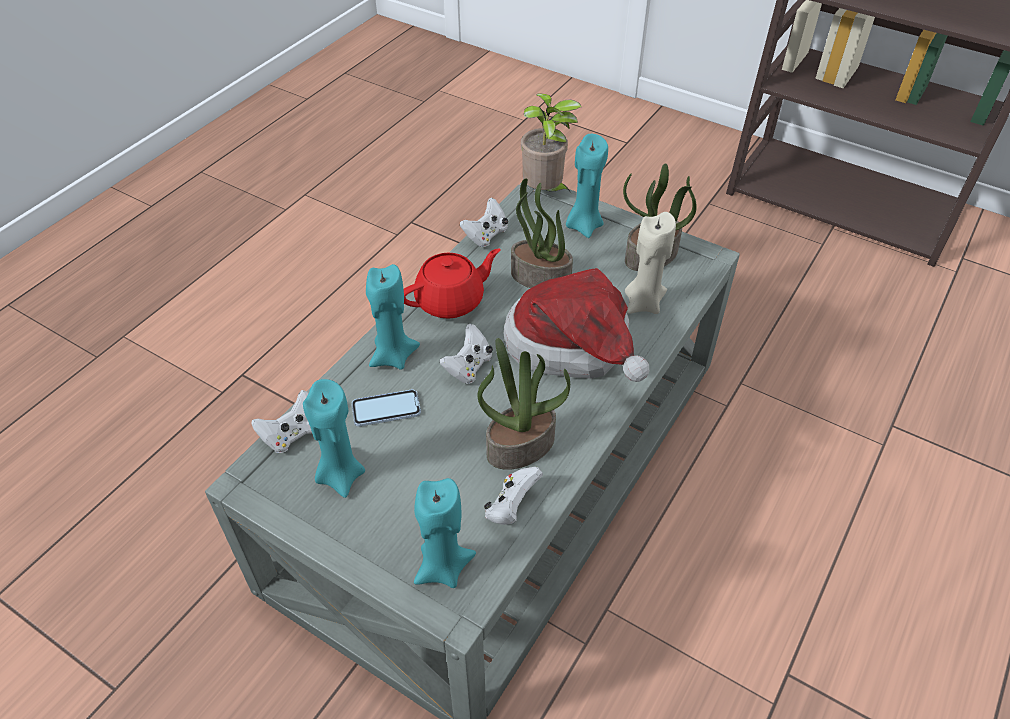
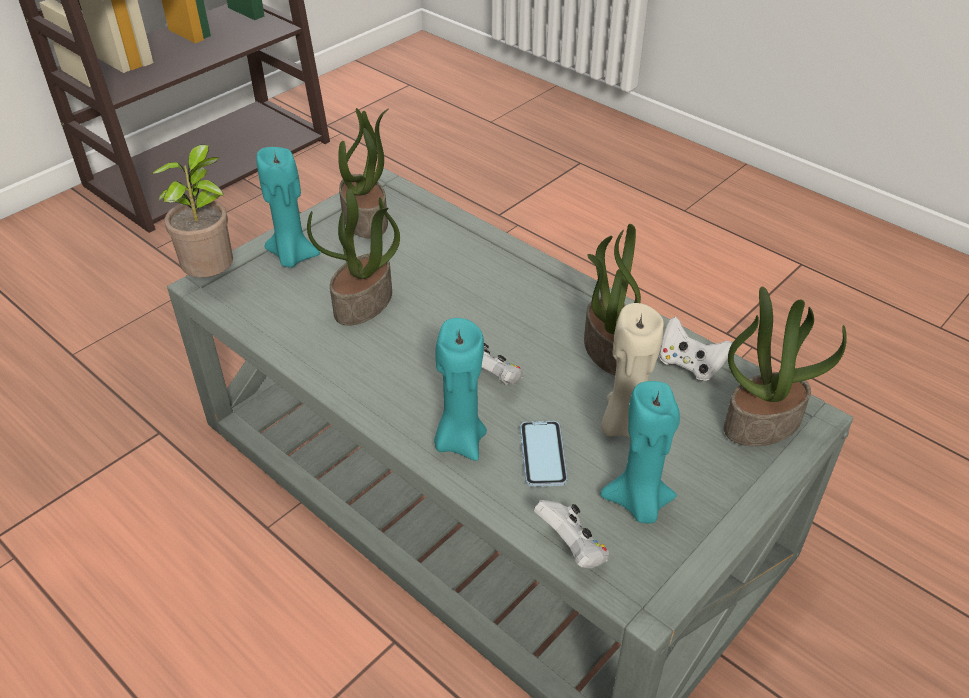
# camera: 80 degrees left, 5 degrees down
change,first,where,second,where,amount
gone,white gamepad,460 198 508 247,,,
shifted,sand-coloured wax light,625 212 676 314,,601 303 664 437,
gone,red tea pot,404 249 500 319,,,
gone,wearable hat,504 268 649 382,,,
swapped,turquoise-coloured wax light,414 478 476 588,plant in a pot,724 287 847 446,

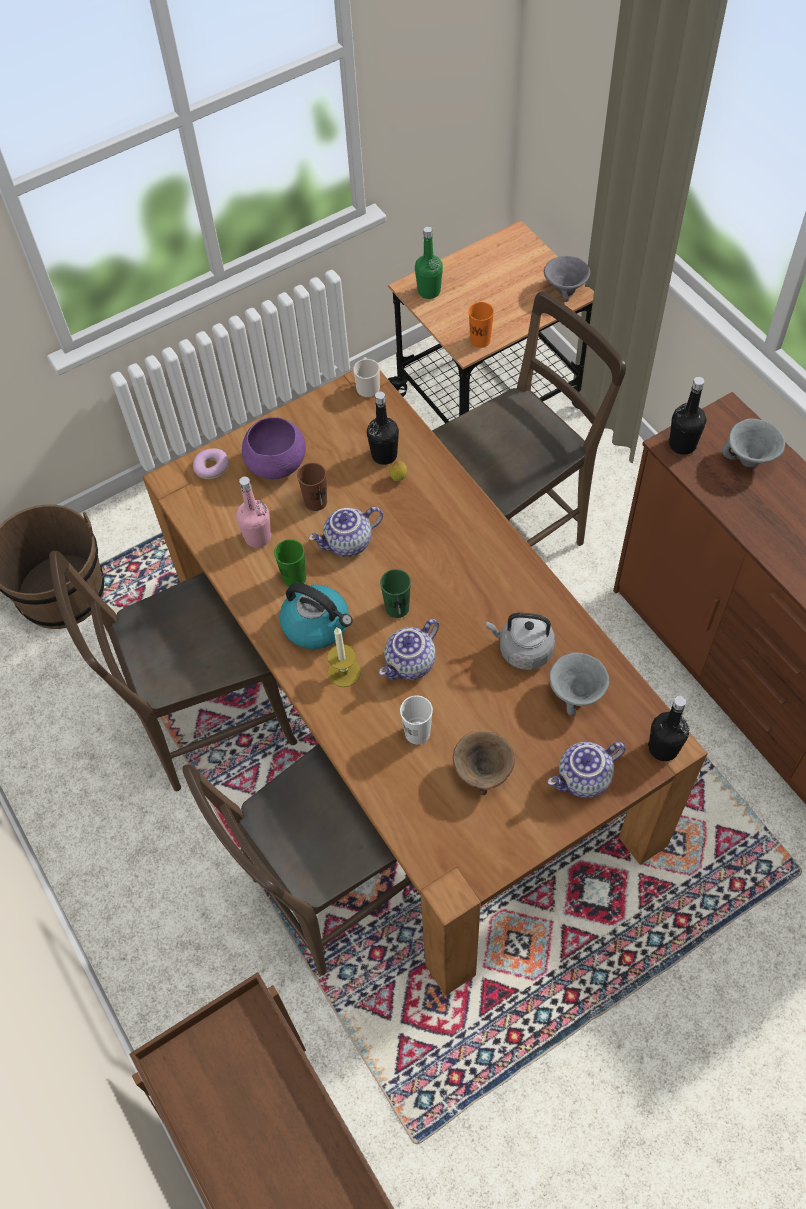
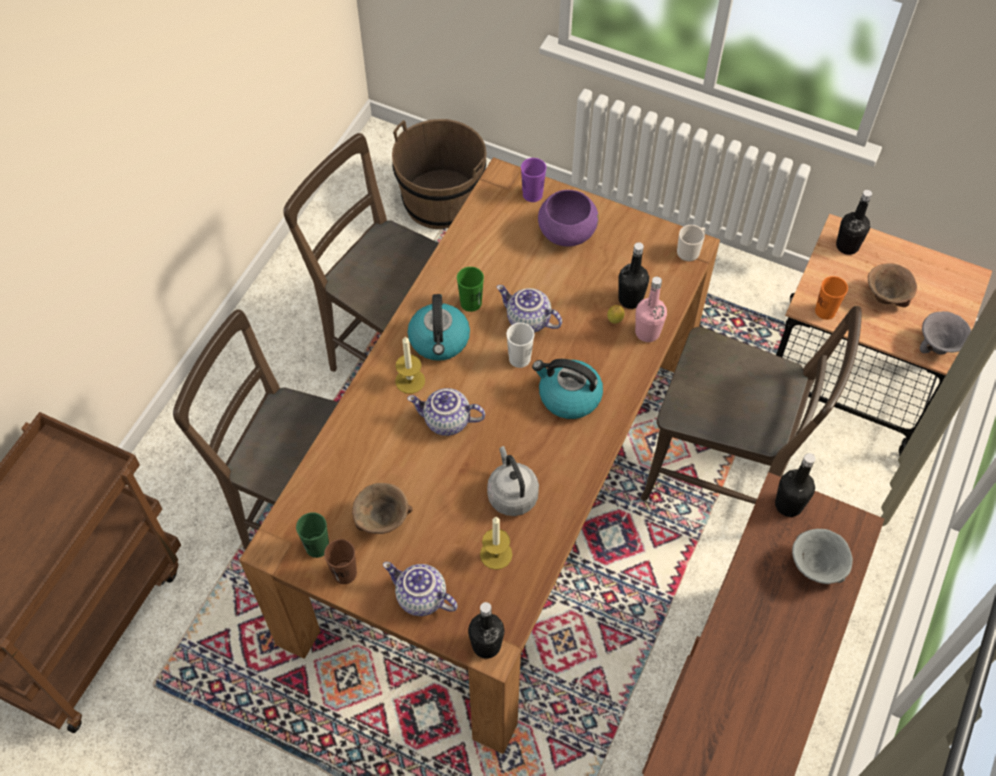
# camera: 55 degrees right, 0 degrees up
change,first,where,second,where,amount
repainted,greenish drink bottle,415 227 443 299,blackish drink bottle,836 190 872 255,
swapped,doughnut,193 448 229 479,purple small cup,521 158 546 202,
shifted,brown-coloured small cup,297 463 327 511,,324 539 357 584,
shifted,pinkish drink bottle,236 477 271 548,,635 277 667 342,
shifted,greenish small cup,380 569 411 618,,296 512 329 558,
swapped,grey serving bowl,549 652 609 716,wax light,480 517 512 570,
shifted,white small cup,400 695 433 744,,506 323 534 368,
new,,,brown-coloured serving bowl,868 263 917 307,
new,,,kettle,532 359 603 419,

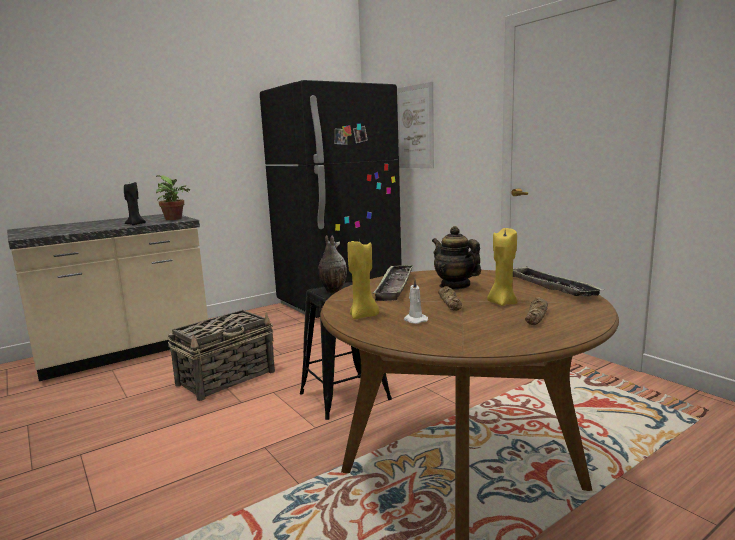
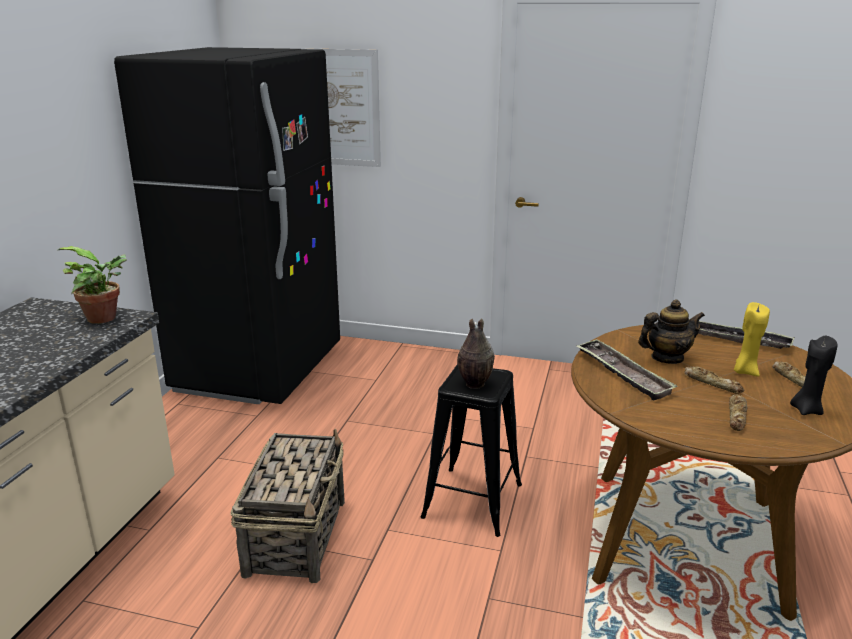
# camera: 40 degrees left, 10 degrees up
change,first,where,second,where,amount
shifted,blackish wax light,124 182 146 225,,790 336 837 415,
rotated,tea pot,432 226 481 290,,638 299 705 364,150 degrees clockwise
gone,yellow wax light,347 238 379 319,,,
swapped,white wax light,404 278 428 324,bread,729 394 747 431,

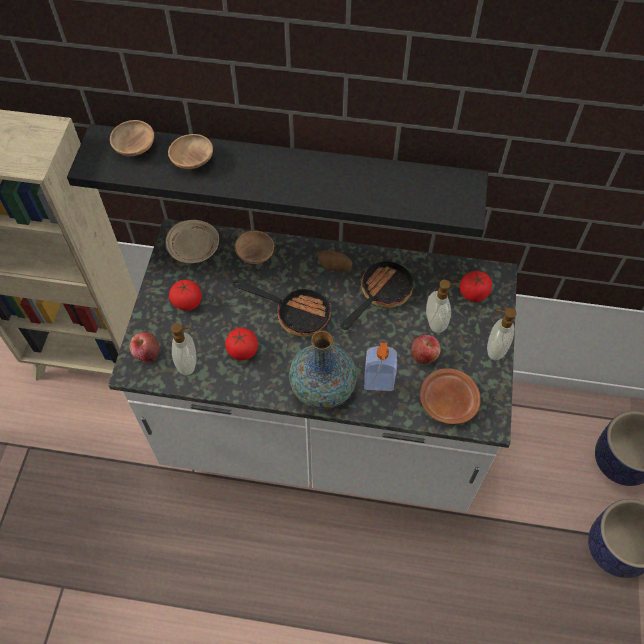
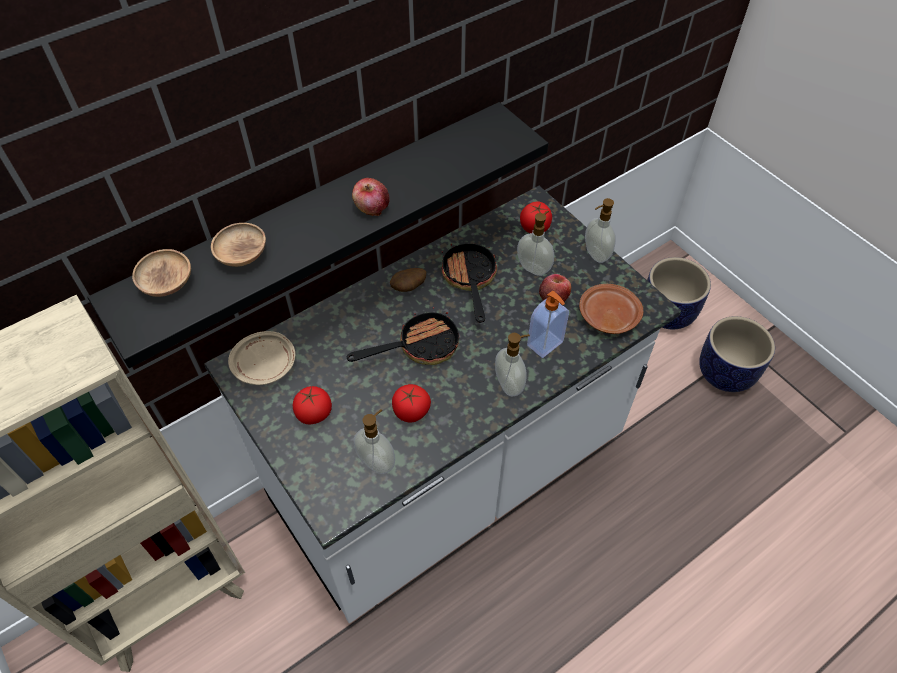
# camera: 45 degrees left, 5 degrees down
change,first,where,second,where,amount
gone,brown-coloured serving bowl,234 231 274 264,,,
swapped,flower vase,289 331 357 409,soap bottle,495 333 530 396,
shifted,apple fruit,130 332 160 363,,352 178 390 216,

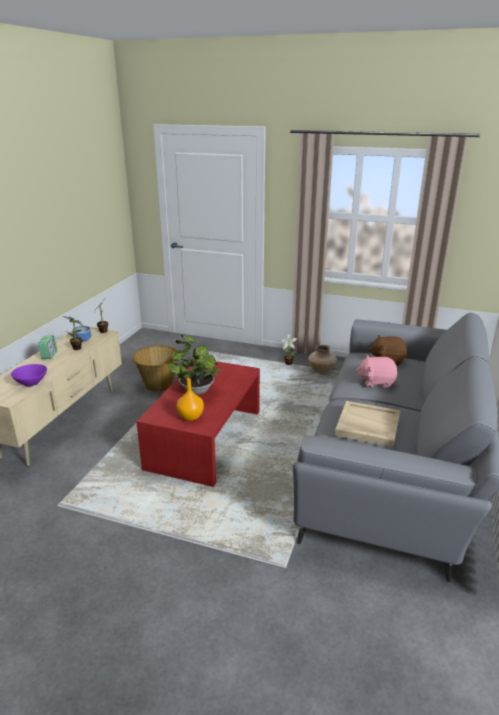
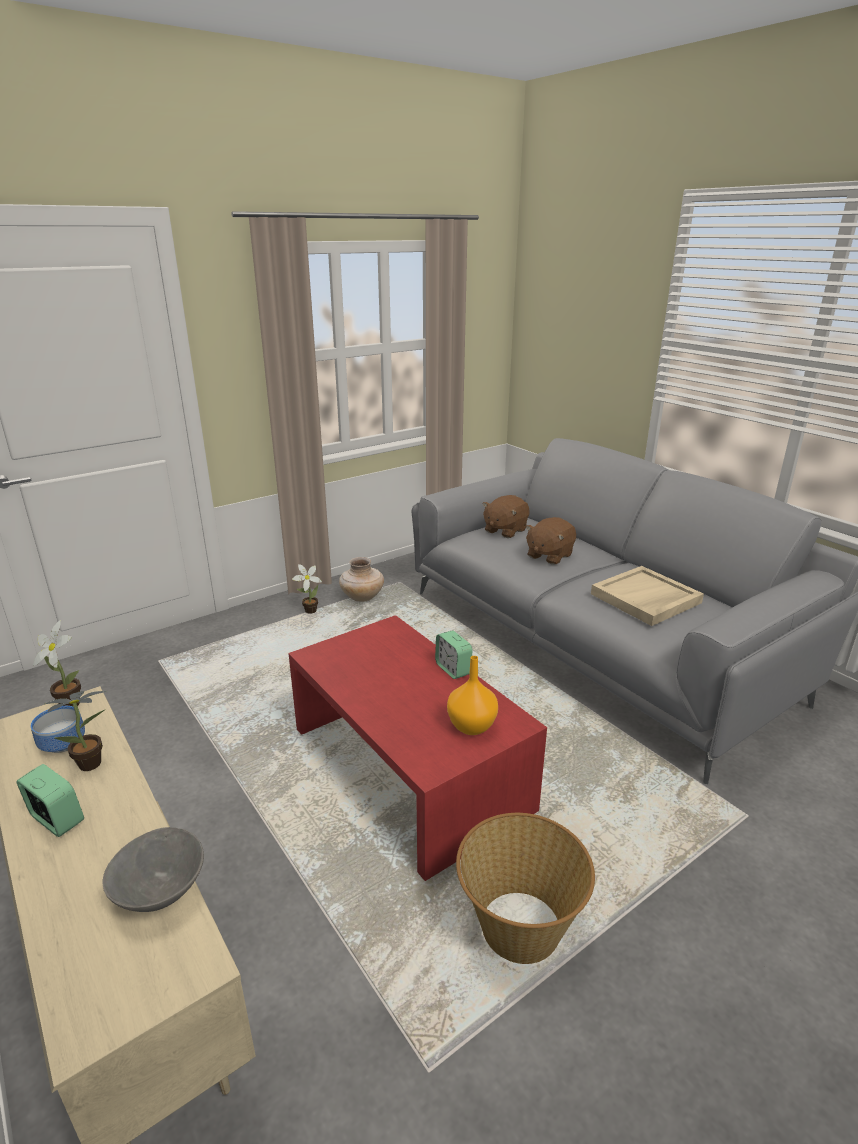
# camera: 55 degrees left, 0 degrees up
change,first,where,second,where,amount
gone,plant in a pot,168 335 222 395,,,
shifted,storage basket,132 345 178 392,,456 813 595 964,
repainted,pinkish soft toy,356 355 398 388,brown-coloured soft toy,526 517 576 565,
repainted,purple serving bowl,11 364 47 386,grey serving bowl,103 827 204 912,
new,,,bedside clock,435 630 473 679,

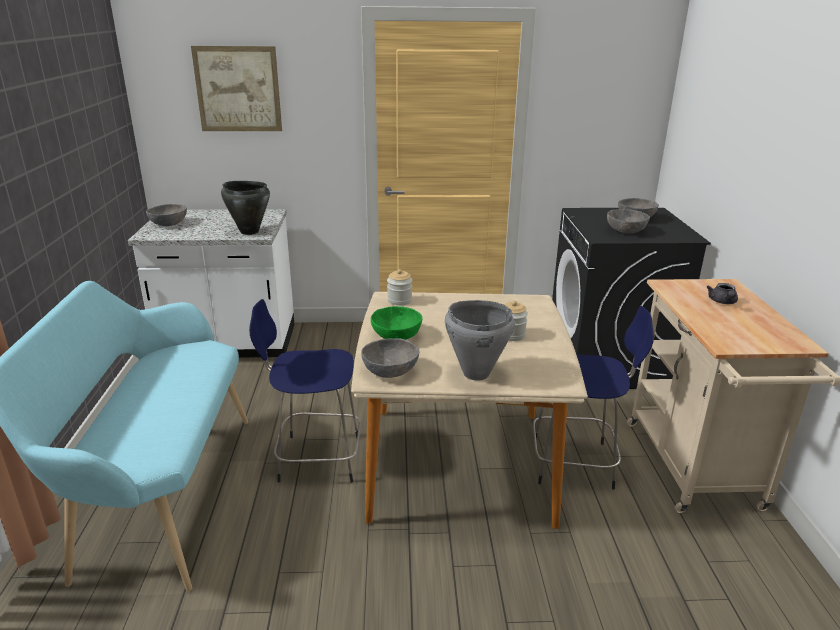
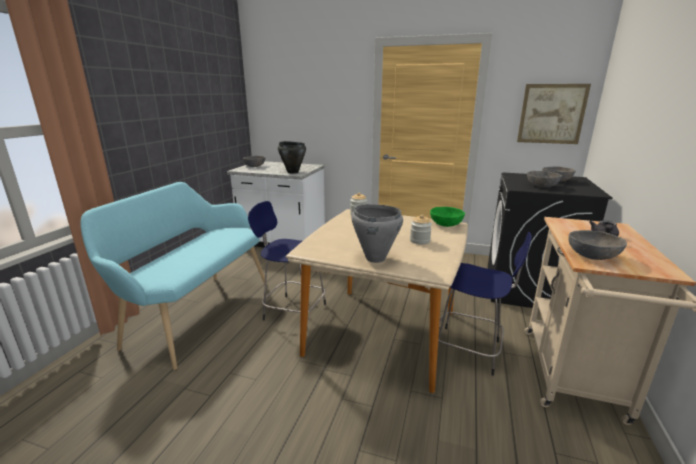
# camera: 20 degrees right, 5 degrees down
change,first,where,second,where,amount
shifted,wall art,191 46 282 131,,517 84 591 144,
shifted,greenish serving bowl,371 306 423 340,,430 207 465 227,
shifted,grey serving bowl,361 338 419 378,,569 230 627 260,

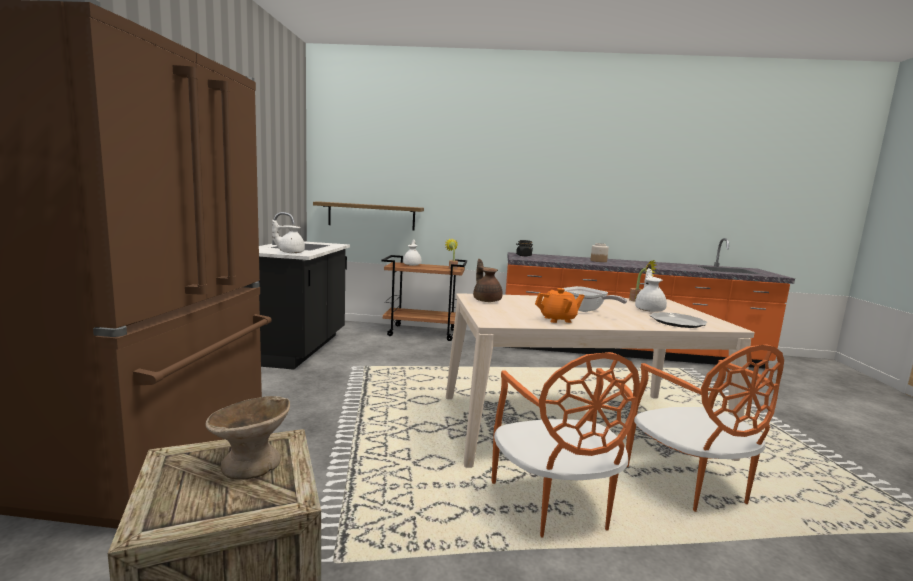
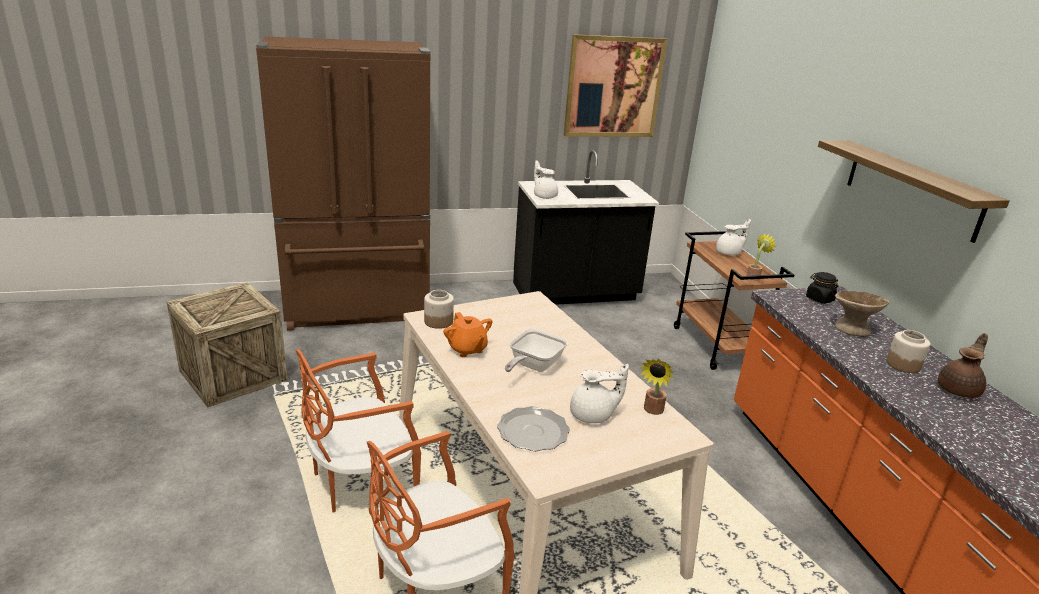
# camera: 70 degrees right, 15 degrees up
change,first,where,second,where,amount
shifted,bracket shelf,313 202 424 231,,818 140 1010 243,
shifted,brown-coloured tea pot,473 259 503 302,,938 333 988 398,
shifted,sand-coloured serving bowl,205 396 290 480,,835 290 890 337,
new,,,wall art,564 34 667 137,
new,,,storage jar,424 290 454 329,

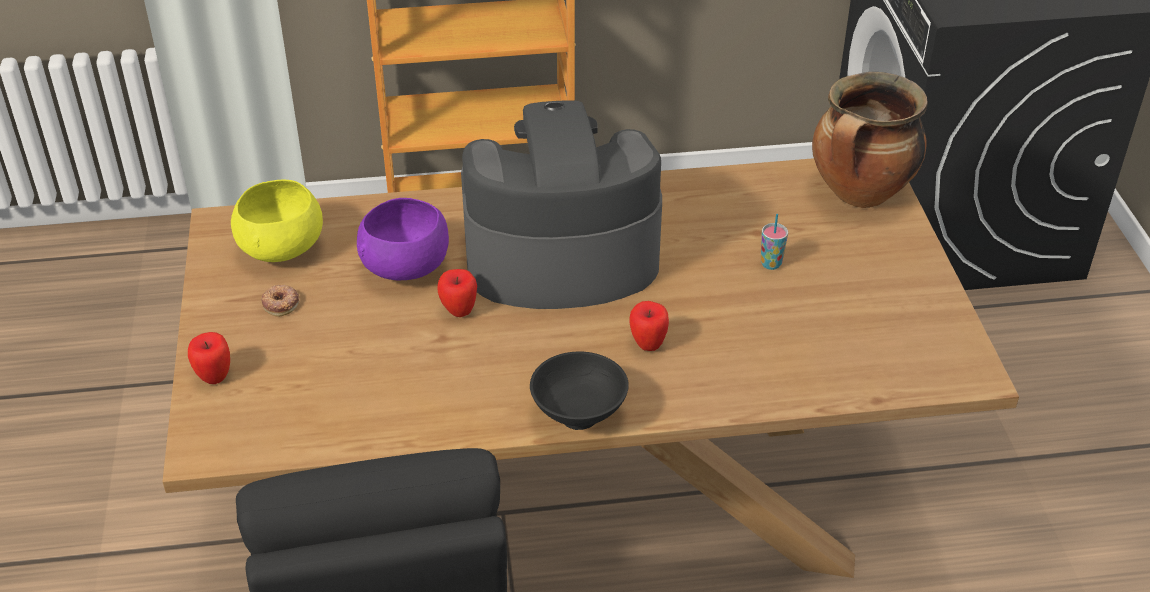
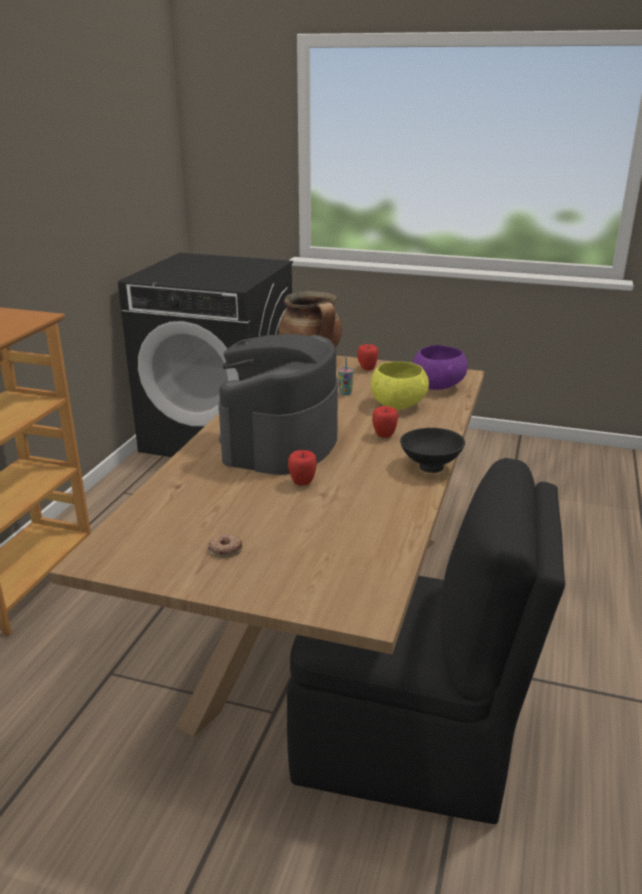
# camera: 65 degrees left, 15 degrees down
change,first,where,second,where,amount
shifted,yellow serving bowl,231 180 323 262,,371 362 429 410,
shifted,purple serving bowl,357 198 449 280,,413 345 468 390,
shifted,apple fruit,188 332 230 384,,357 344 378 370,

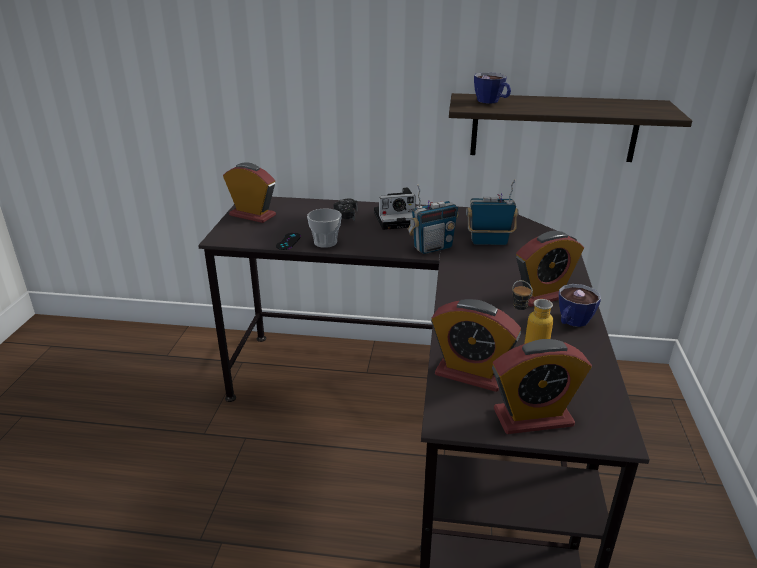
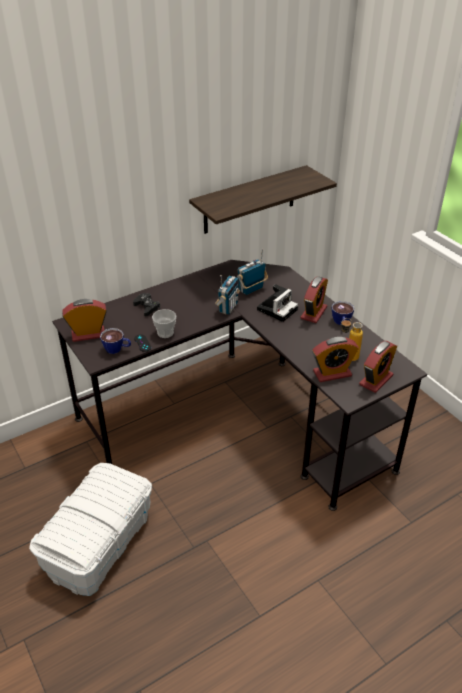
# camera: 40 degrees left, 10 degrees up
change,first,where,second,where,amount
shifted,small cup,474 72 511 104,,100 328 131 354,
shifted,photo camera,374 187 416 230,,257 284 298 322,
new,,,white storage container,29 463 152 596,

